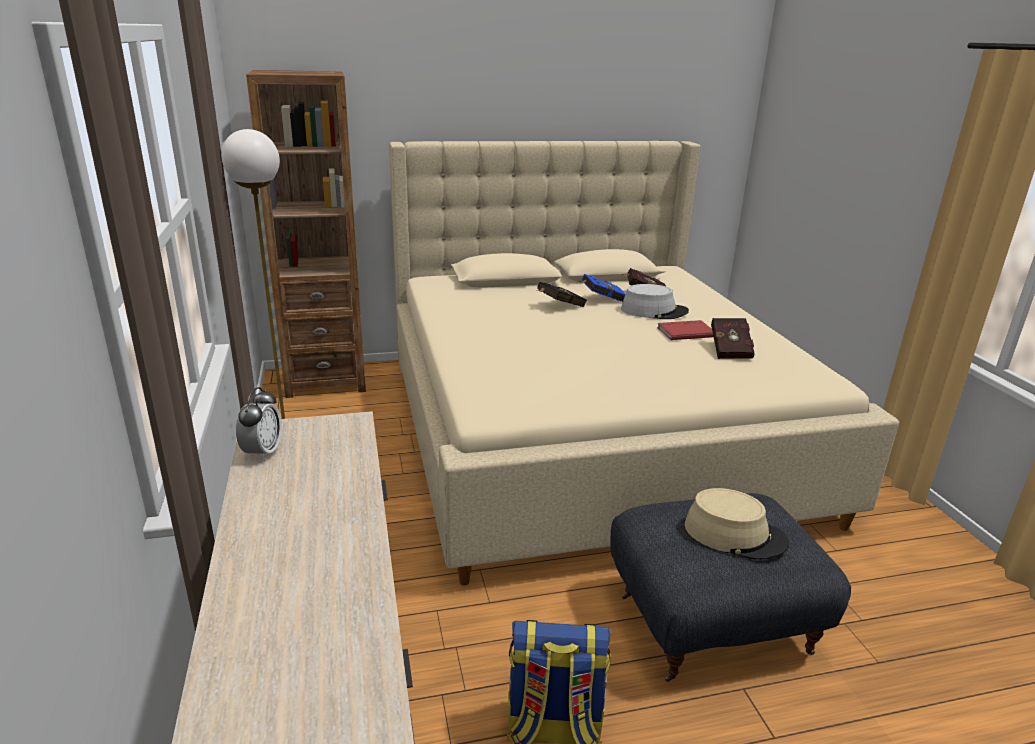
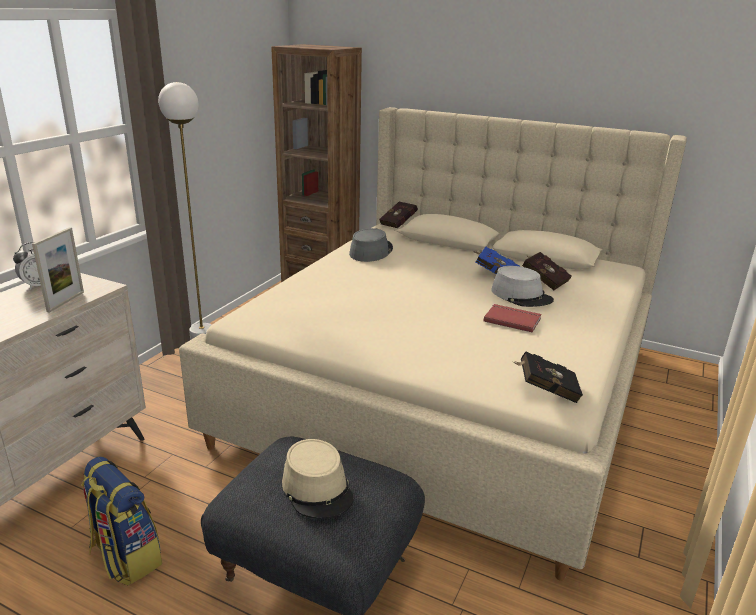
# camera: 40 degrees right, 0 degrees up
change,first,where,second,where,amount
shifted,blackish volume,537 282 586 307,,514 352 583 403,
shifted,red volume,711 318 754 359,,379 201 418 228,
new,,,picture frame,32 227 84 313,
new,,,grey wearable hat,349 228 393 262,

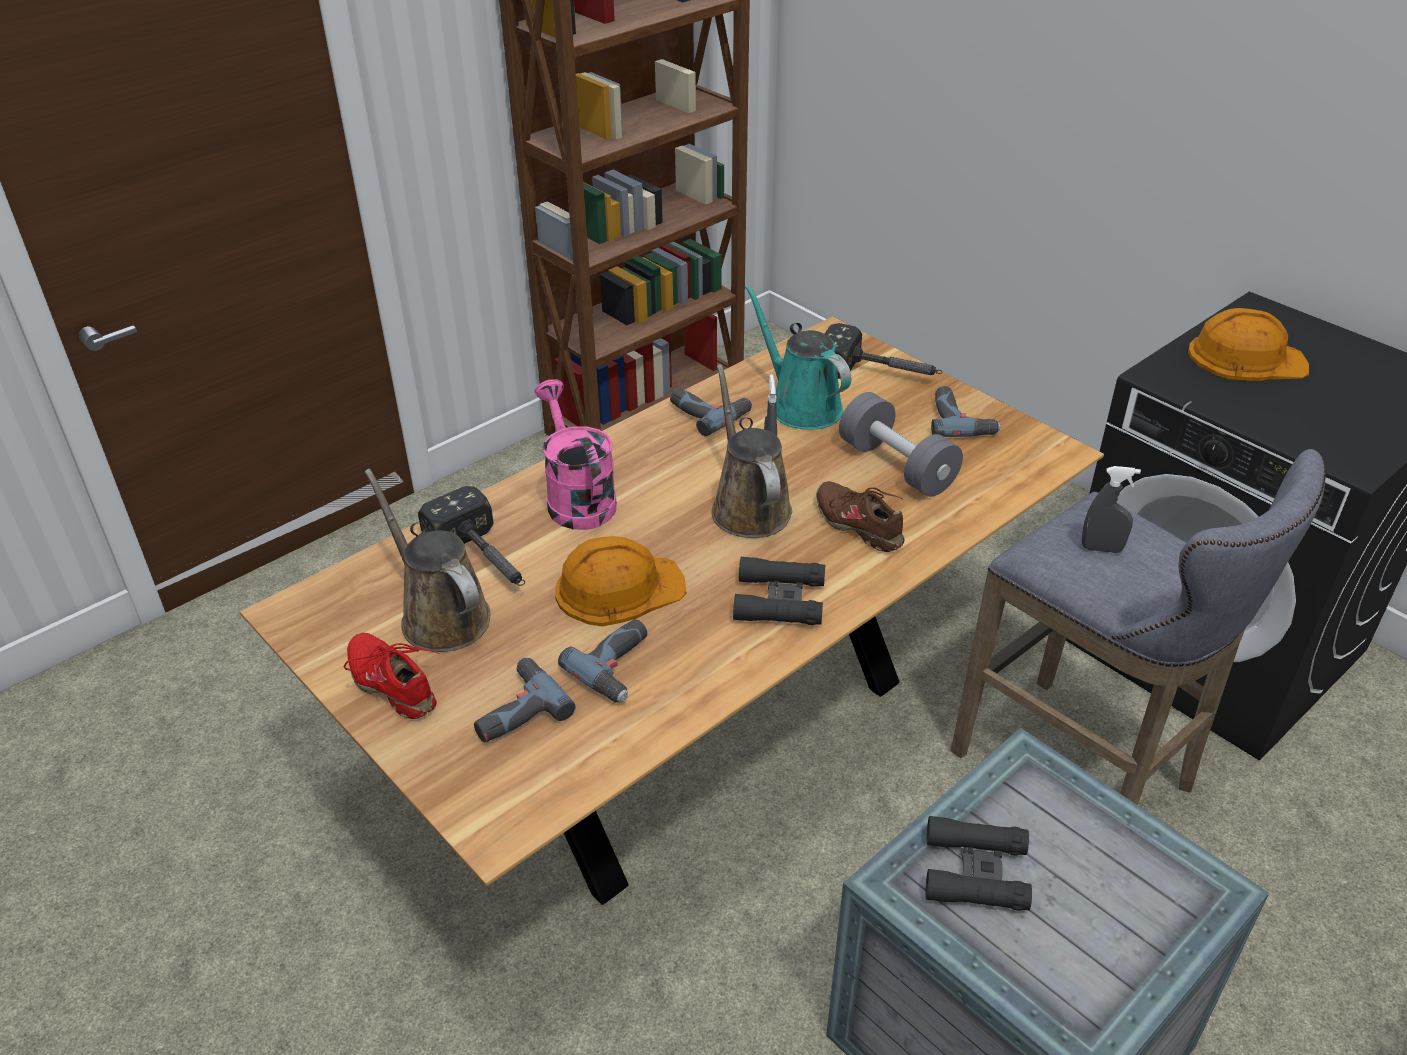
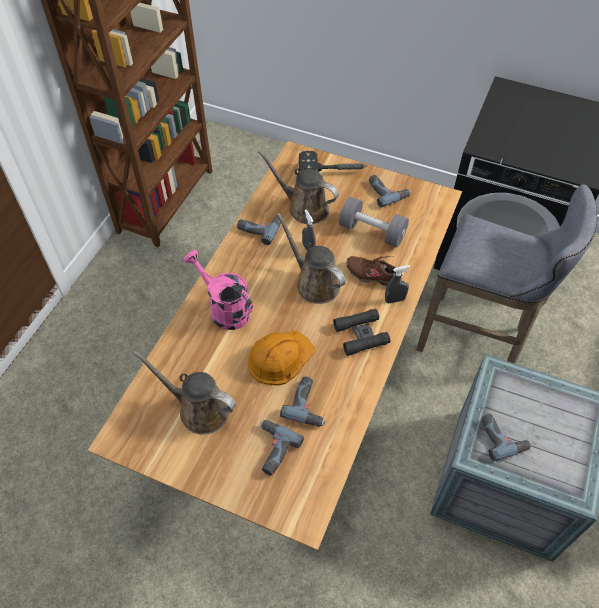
# camera: 25 degrees left, 15 degrees up
change,first,where,second,where,amount
repainted,turquoise-coloured watering can,745 284 851 430,brown-coloured watering can,258 150 339 224,
gone,orange-coloured work helmet,1188 308 1309 381,,,
shifted,grey sprayer,1082 466 1141 553,,385 265 410 303,
gone,hand hammer,418 486 525 586,,,
gone,red low shoe,344 632 439 719,,,
swapped,blackish field glasses,925 816 1032 911,drill,482 414 532 461,

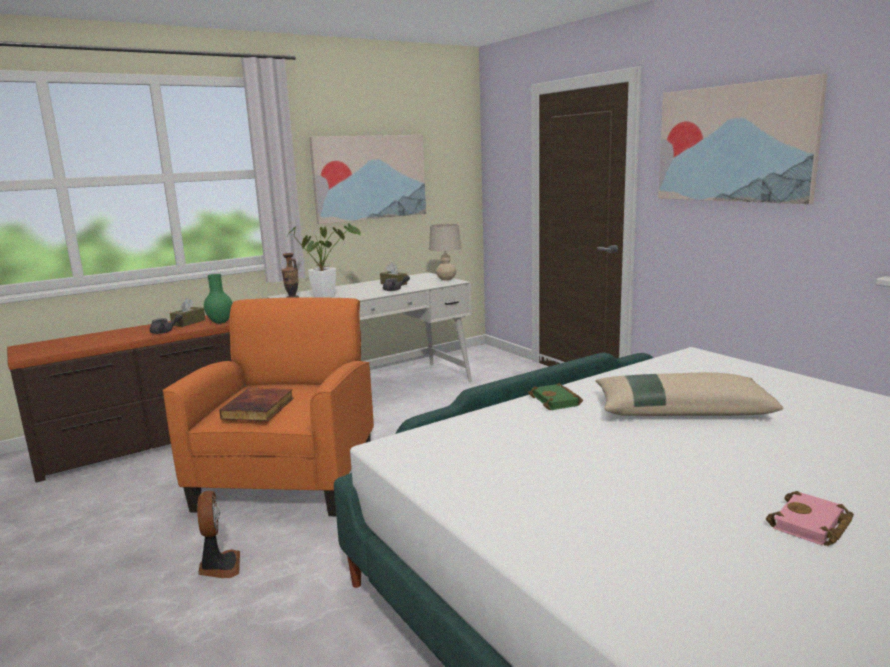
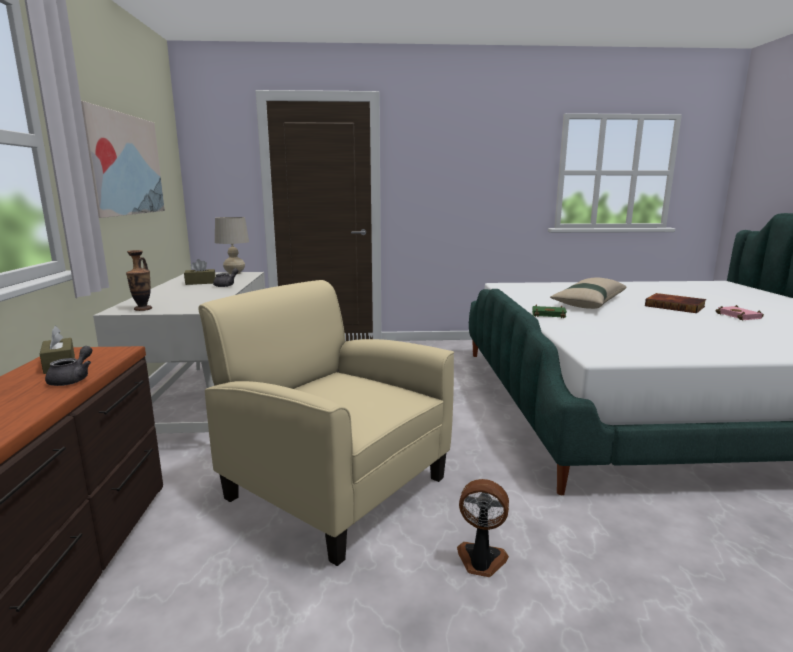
# camera: 60 degrees left, 0 degrees up
change,first,where,second,where,amount
gone,wall art,658 74 828 204,,,
gone,plant in a pot,287 223 361 298,,,
gone,greenish flower vase,204 274 232 324,,,
repainted,orange-coloured armchair,163 297 374 516,sand-coloured armchair,198 280 454 566,
shifted,volume,219 388 294 422,,645 293 706 313,

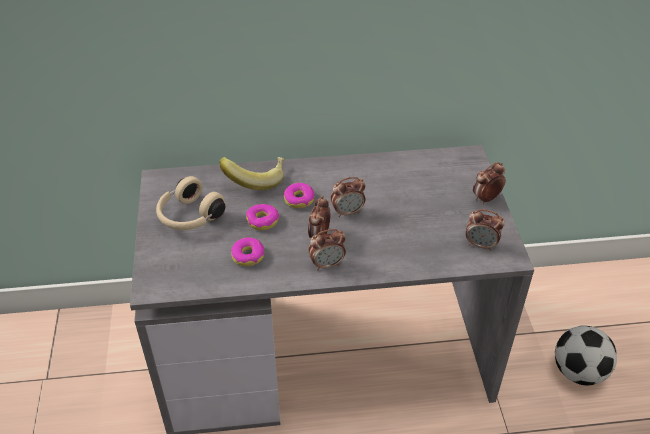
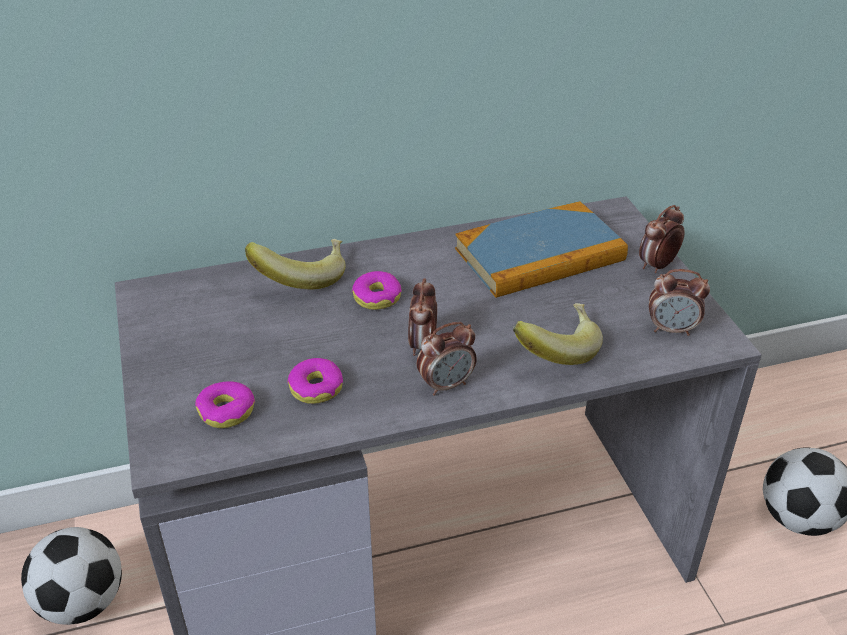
# camera: 10 degrees left, 5 degrees down
change,first,where,second,where,amount
gone,sand-coloured headset,156 176 225 230,,,
gone,bedside clock,331 177 365 217,,,
shifted,doughnut,246 204 279 230,,195 381 255 428,
new,,,volume,455 201 628 298,
new,,,banana,513 303 603 365,
new,,,football ball,21 527 122 625,

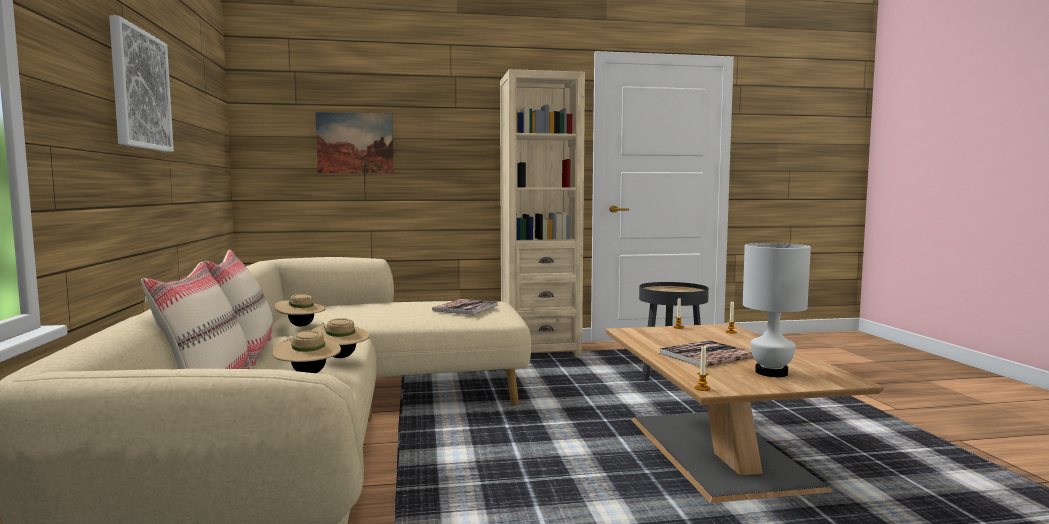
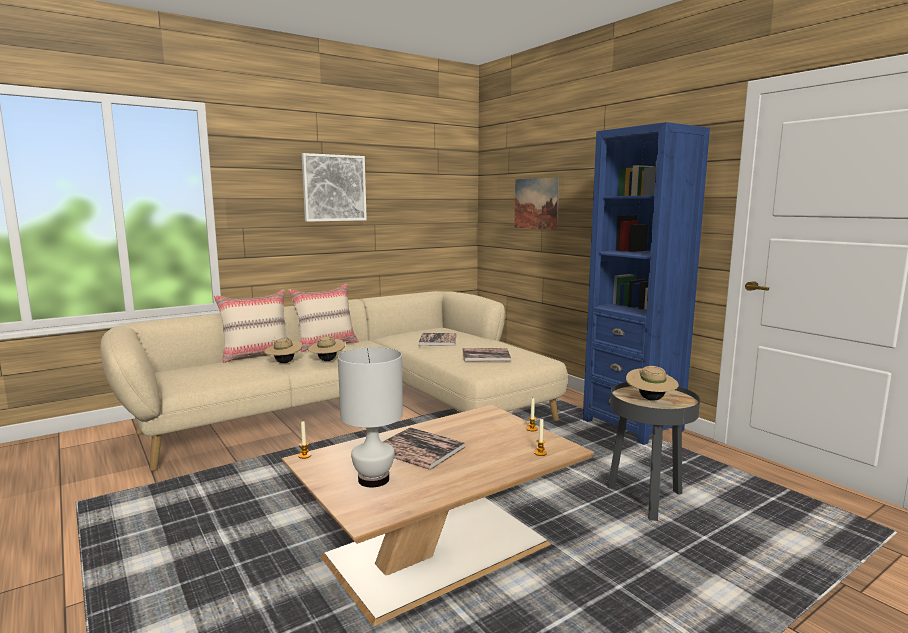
# camera: 65 degrees right, 5 degrees up
change,first,where,second,where,amount
repainted,sand-coloured bookcase,500 69 585 357,bluish bookcase,583 122 710 445,
shifted,sand-coloured wearable hat,275 294 325 326,,626 366 679 401,
new,,,volume,418 333 457 346,

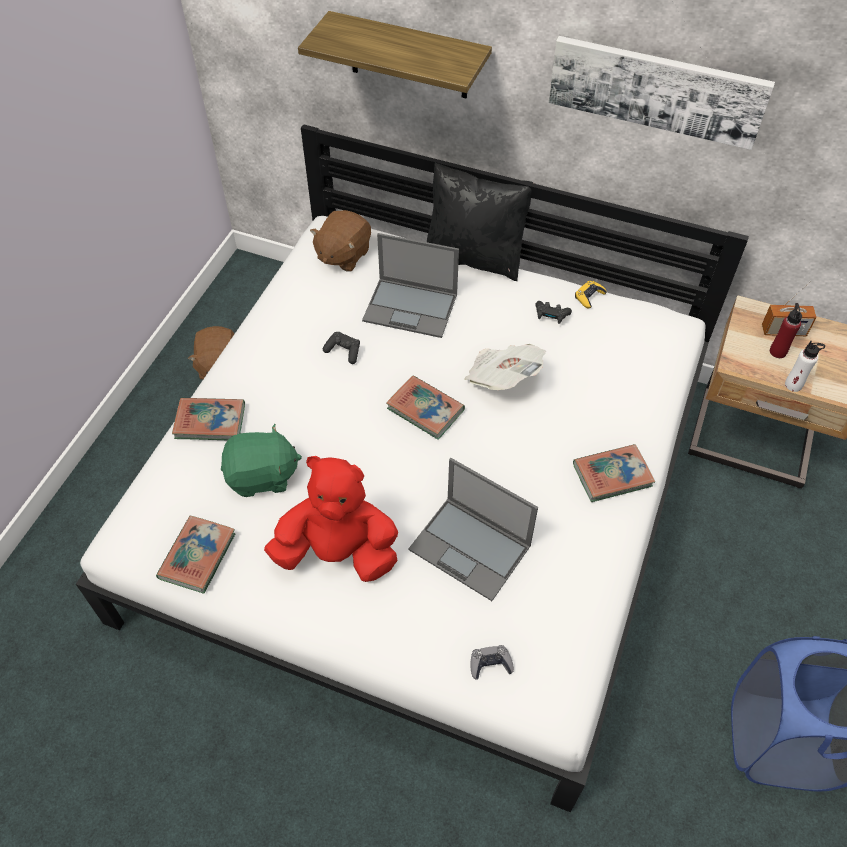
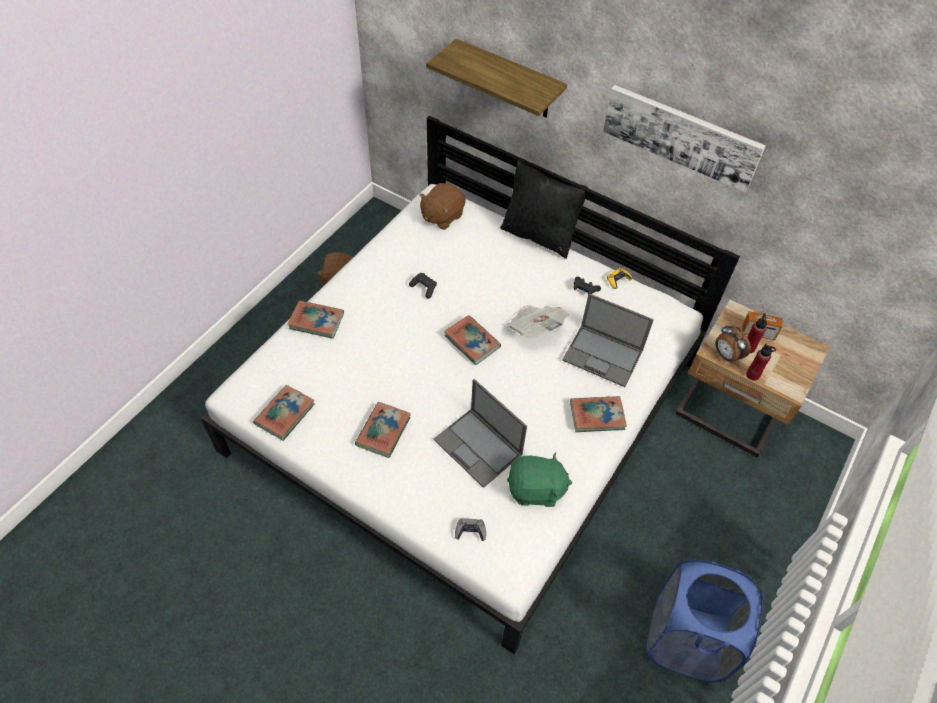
# camera: 10 degrees right, 0 degrees up
change,first,where,second,where,amount
shifted,portable computer,362 233 459 338,,562 293 654 387,
repainted,white drink bottle,785 341 825 392,red drink bottle,746 344 776 381,
shifted,greenish soft toy,221 424 302 497,,507 452 572 507,
swapped,red soft toy,264 456 398 582,volume,355 402 411 458,
new,,,bedside clock,715 325 751 363,

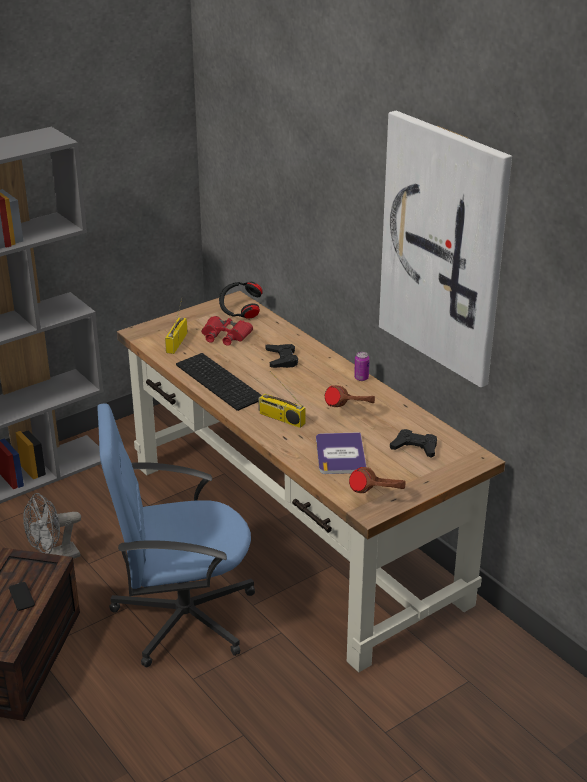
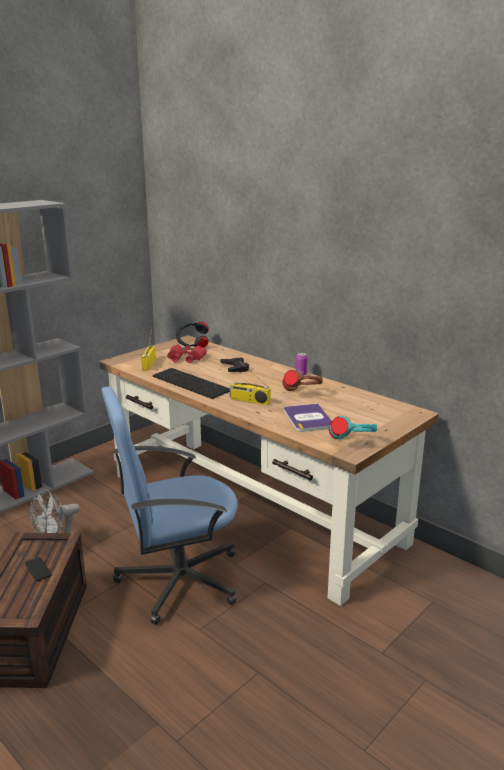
# camera: 10 degrees left, 10 degrees down
change,first,where,second,where,amount
gone,wall art,379 111 512 387,,,
gone,blackish gamepad,390 429 437 457,,,
repainted,brown-coloured headset,349 467 405 493,turquoise-coloured headset,329 416 377 439,

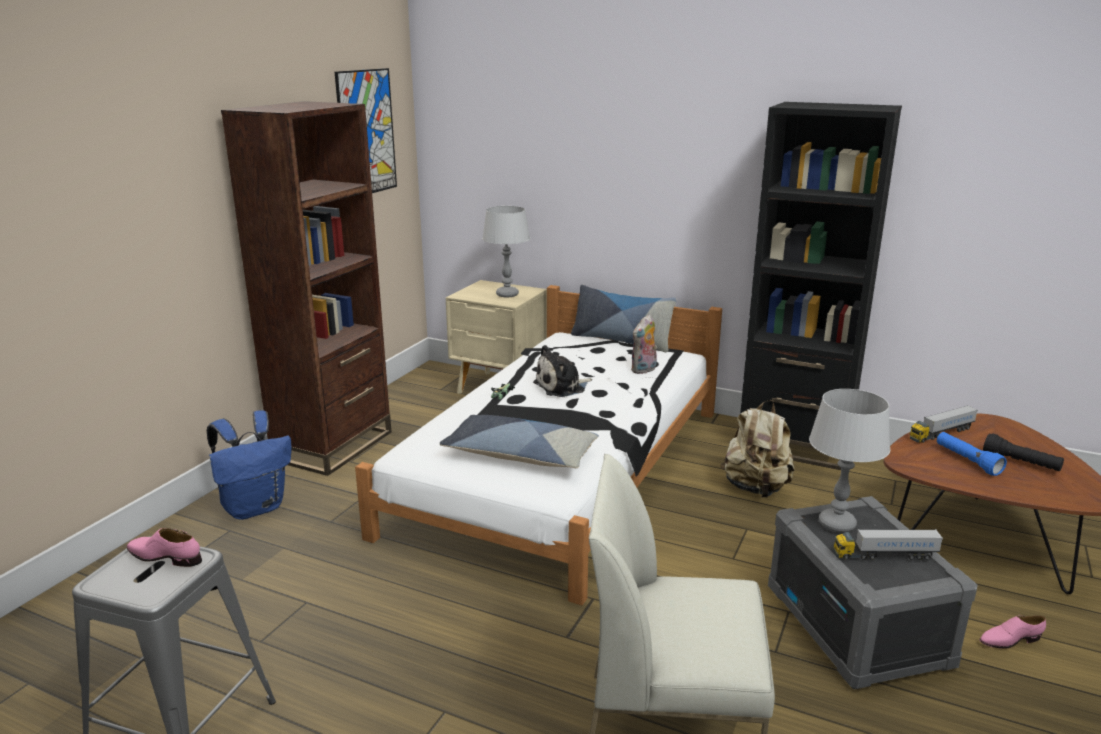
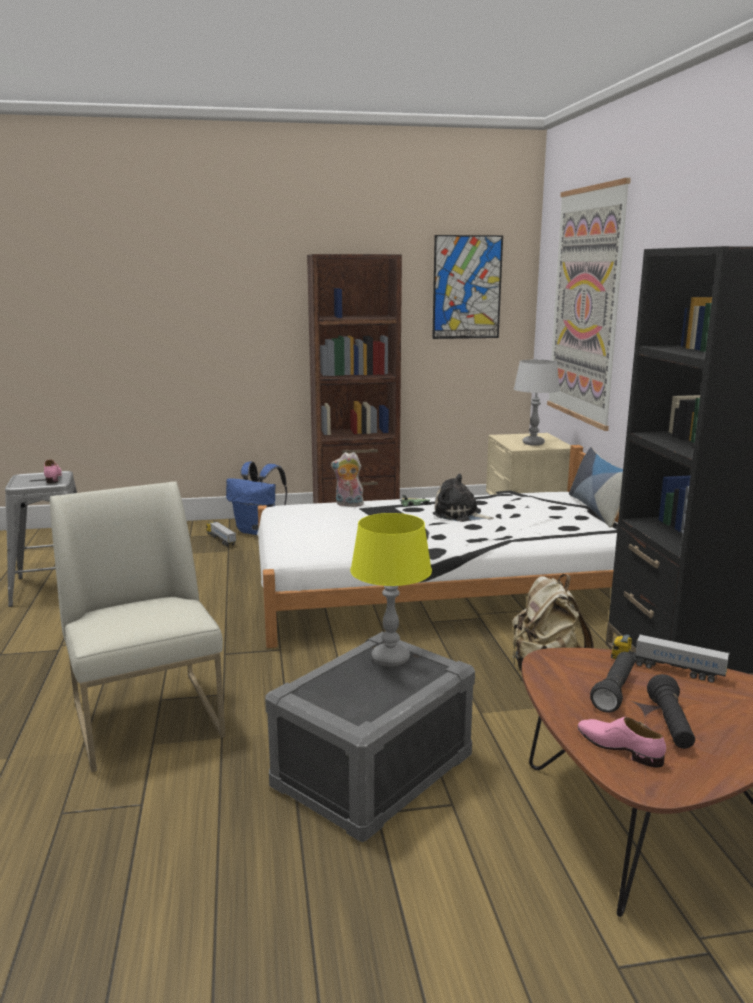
# camera: 55 degrees right, 5 degrees down
change,first,where,second,where,amount
shifted,soft toy,631 315 657 374,,331 452 364 507,
repainted,grey table lamp,809 389 890 532,yellow table lamp,350 513 432 667,
gone,pillow,440 415 599 468,,,
repainted,bluish flashlight,937 432 1007 476,blackish flashlight,590 652 635 713,
shifted,model truck,833 529 943 560,,206 521 236 547,
shifted,pinkish low shoe,979 615 1046 649,,577 717 666 768,
new,,,wall art,547 178 631 431,

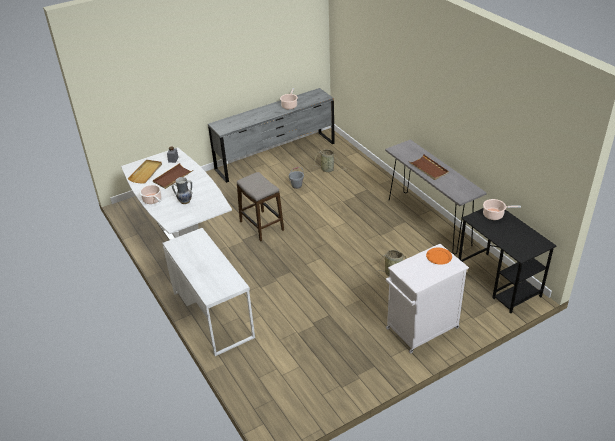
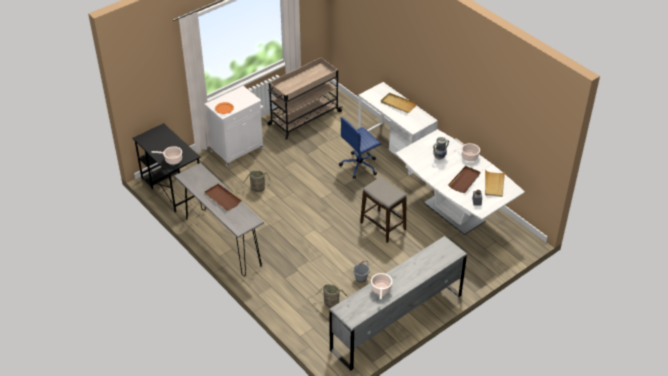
# camera: 170 degrees right, 5 degrees up
change,first,where,second,where,amount
new,,,sand-coloured wheeled cart,267 58 343 140,
new,,,sand-coloured carrying tray,381 93 417 113,
new,,,bluish computer chair,339 118 381 179,

